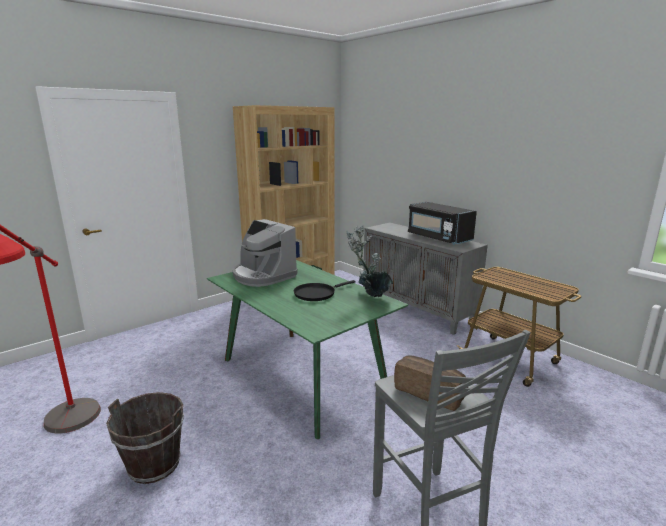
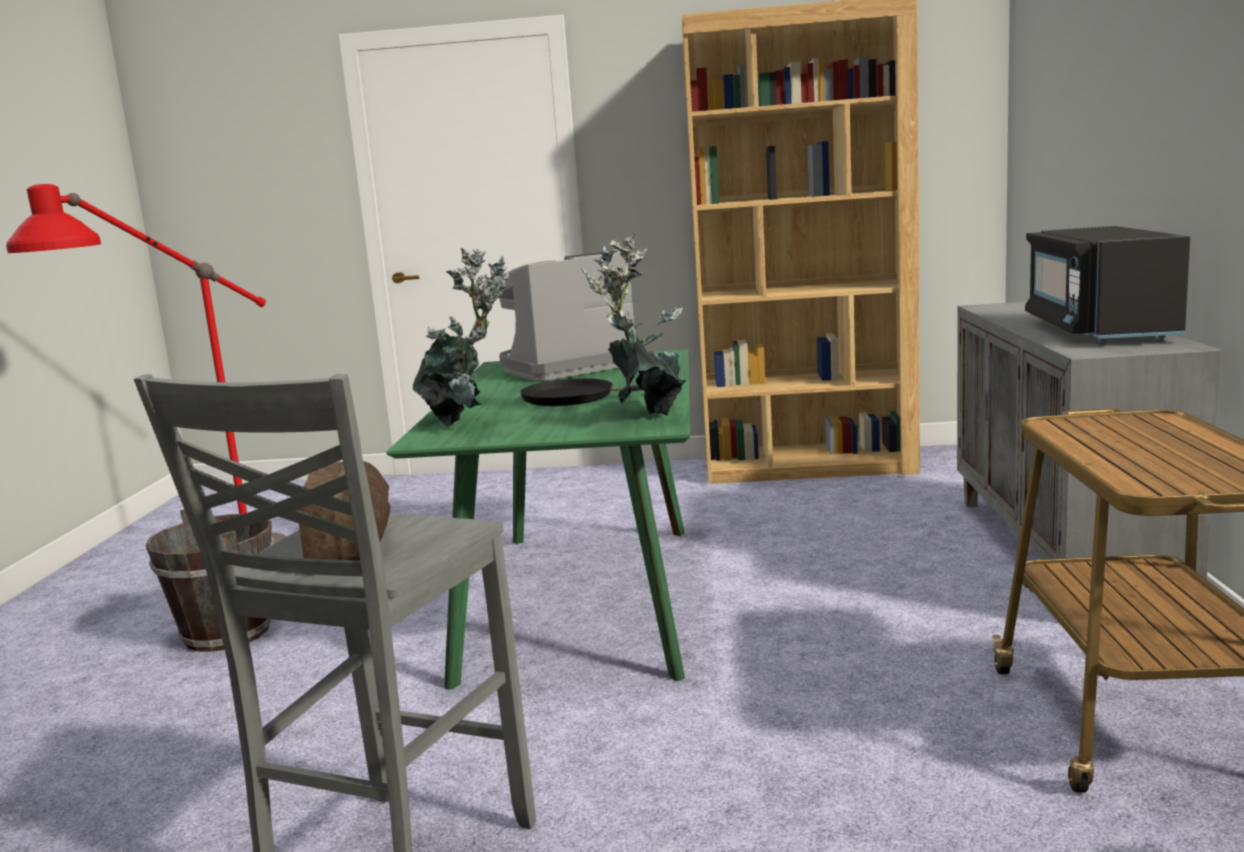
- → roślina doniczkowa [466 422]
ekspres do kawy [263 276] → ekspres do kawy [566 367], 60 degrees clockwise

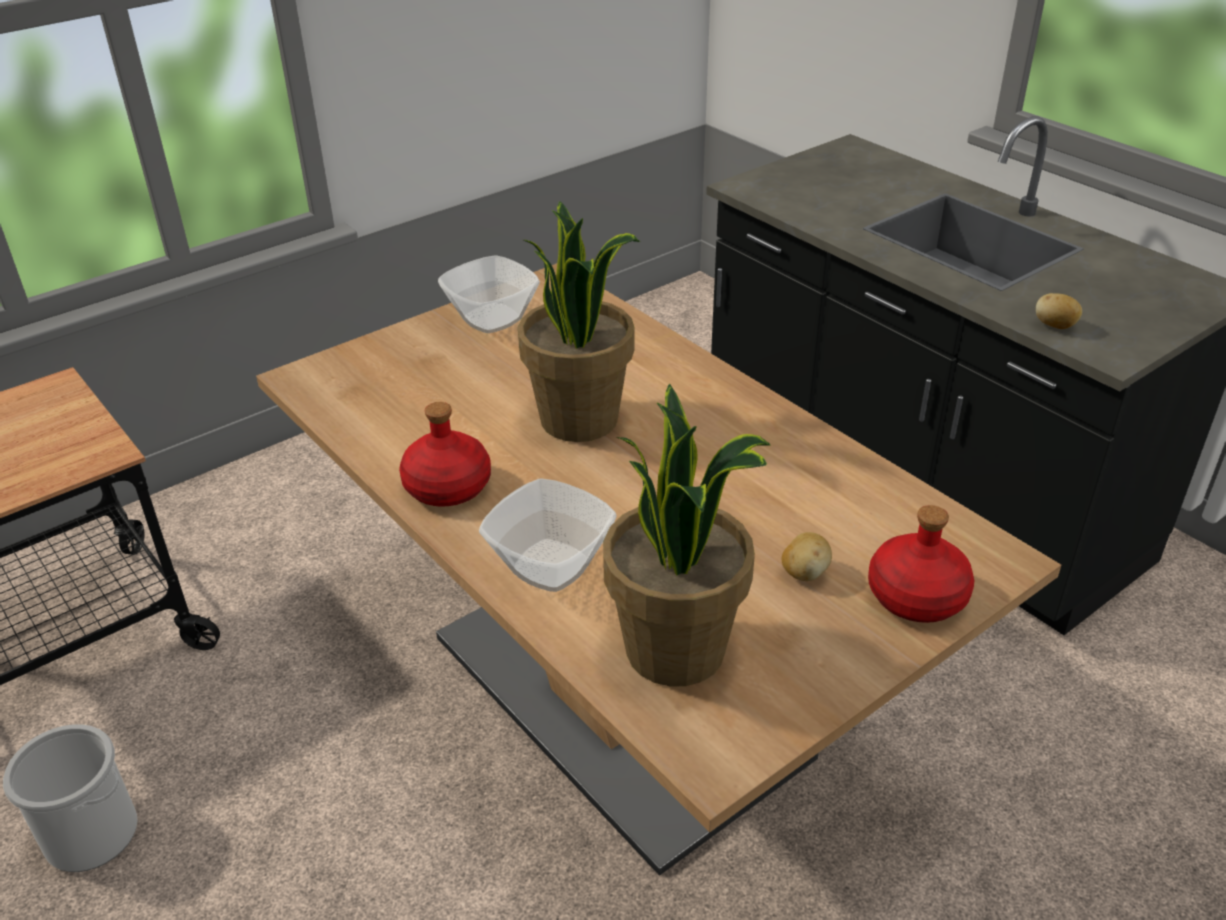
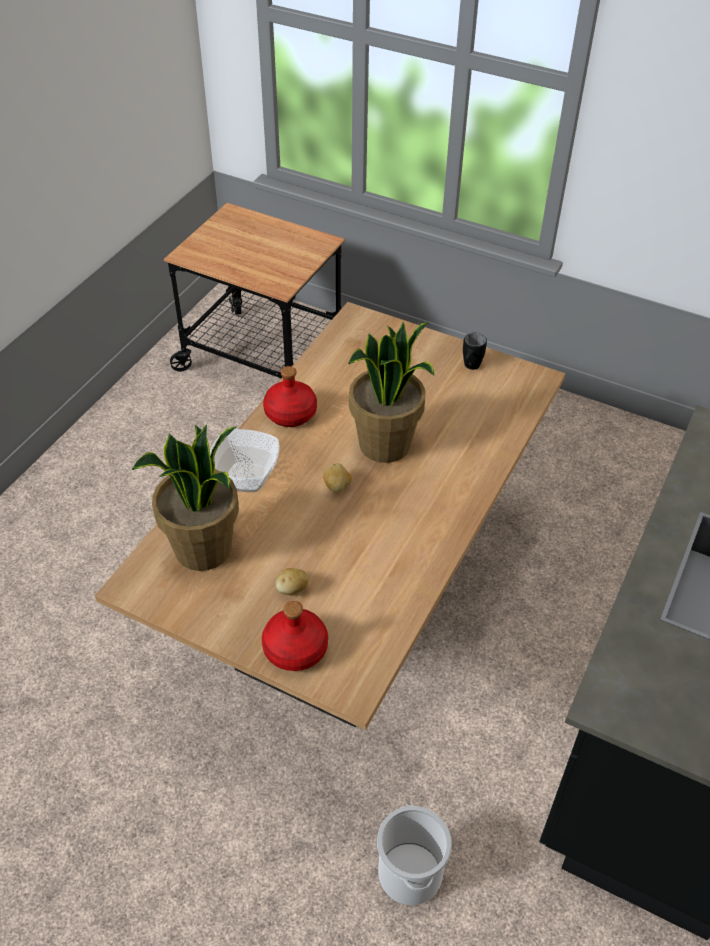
wiadro [92 834] → wiadro [410 874], relocated
ziemniak [1054 326] → ziemniak [337 486], relocated
miska [492 318] → kubek [czarny] [470 368]

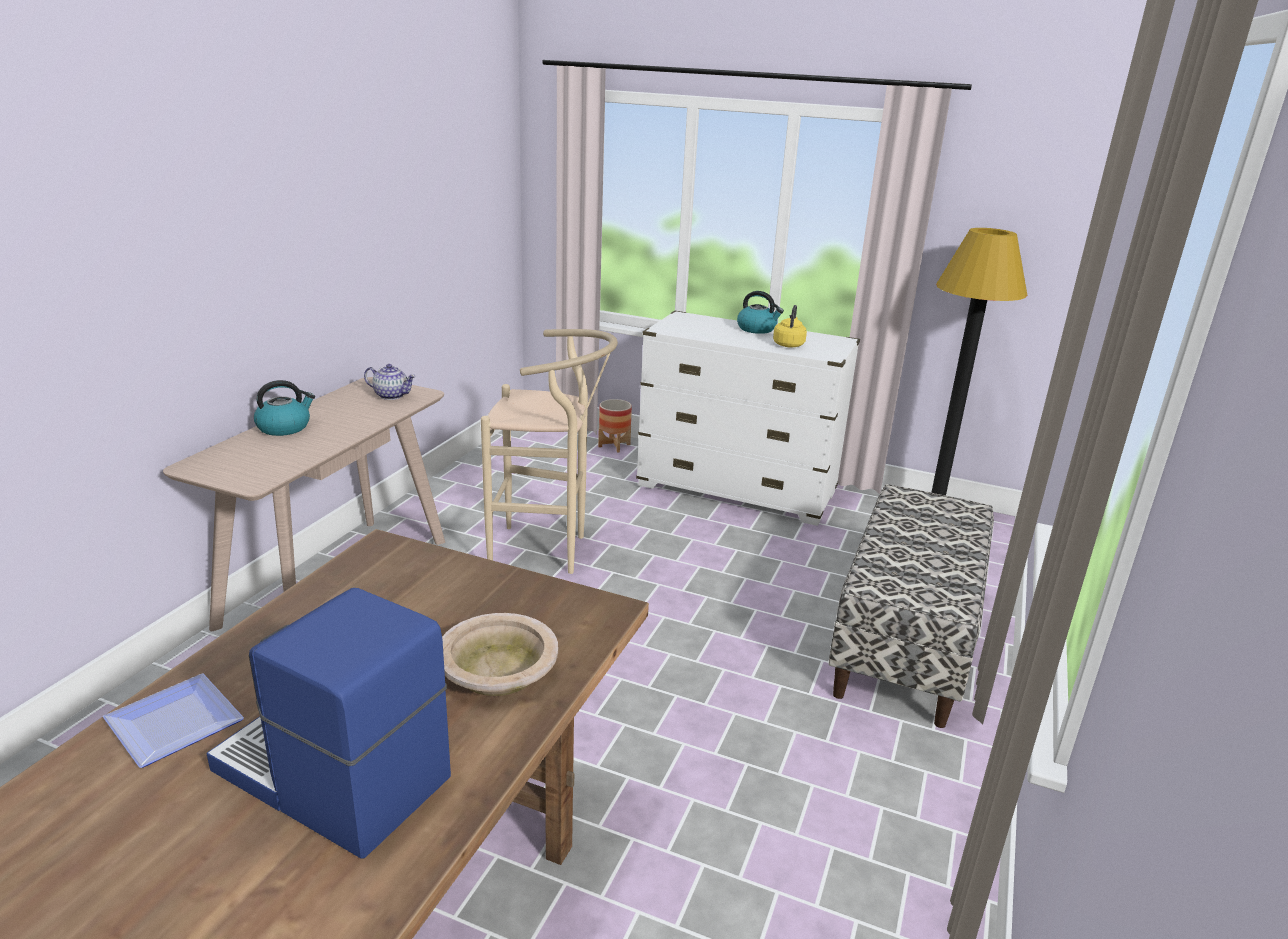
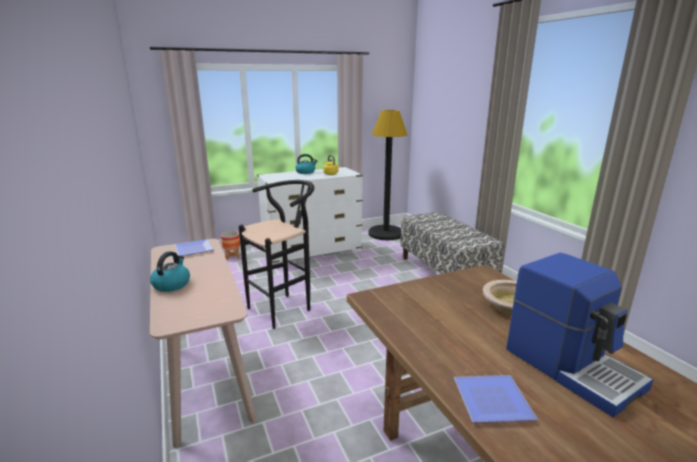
imbryk [392 395] → talerz [192 249]
stołek [beżowy] [548 552] → stołek [czarny] [285 308]
ekspres do kawy [331 777] → ekspres do kawy [572 367], 105 degrees counterclockwise

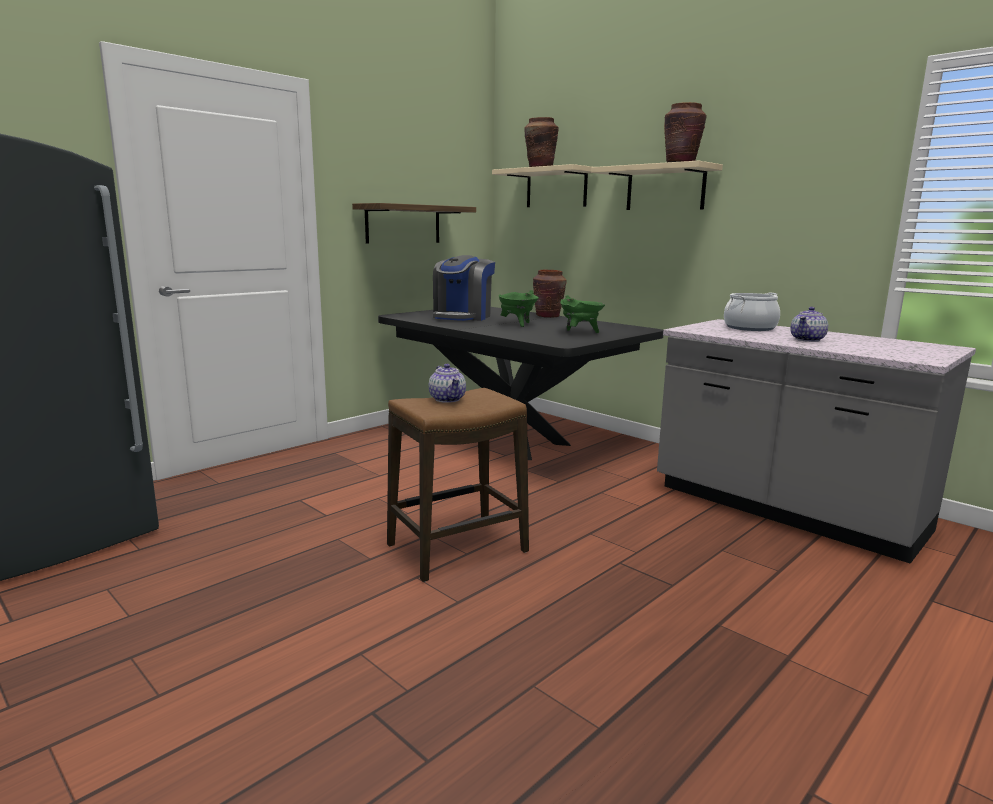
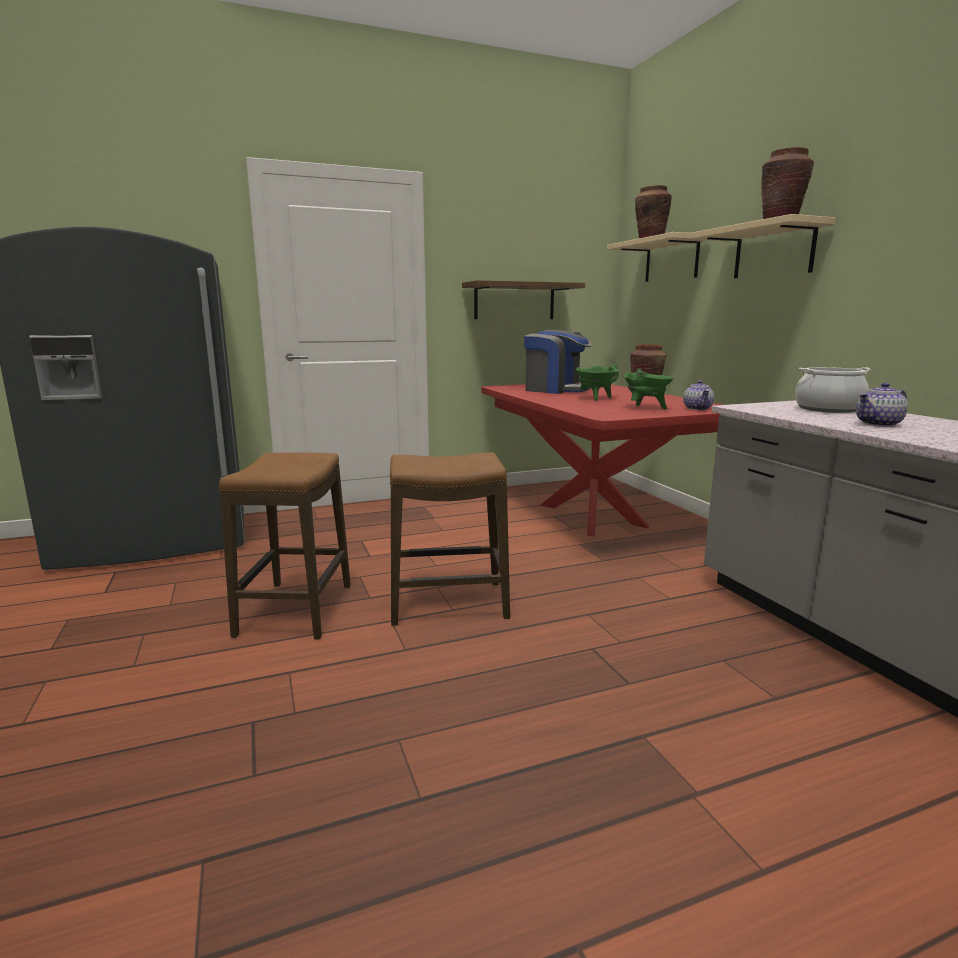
- → stołek [296 610]
imbryk [448 399] → imbryk [698 408], relocated
stół jadalny [czarny] [511 440] → stół jadalny [czerwony] [591 515]
ekspres do kawy [462 317] → ekspres do kawy [555 390], 105 degrees counterclockwise

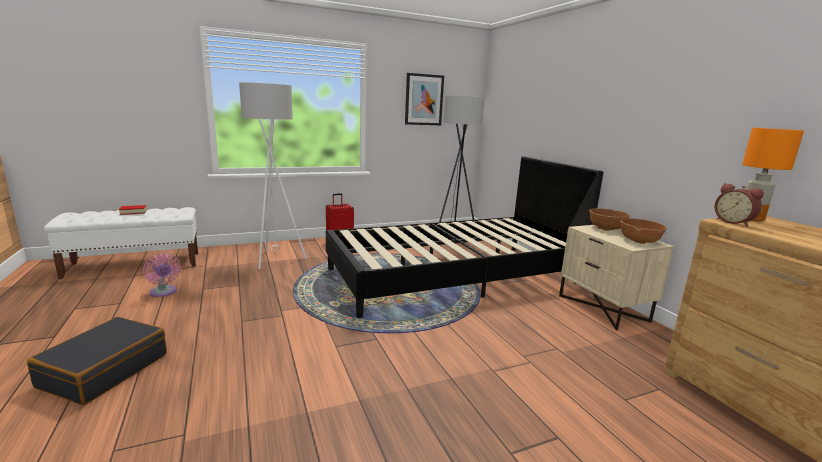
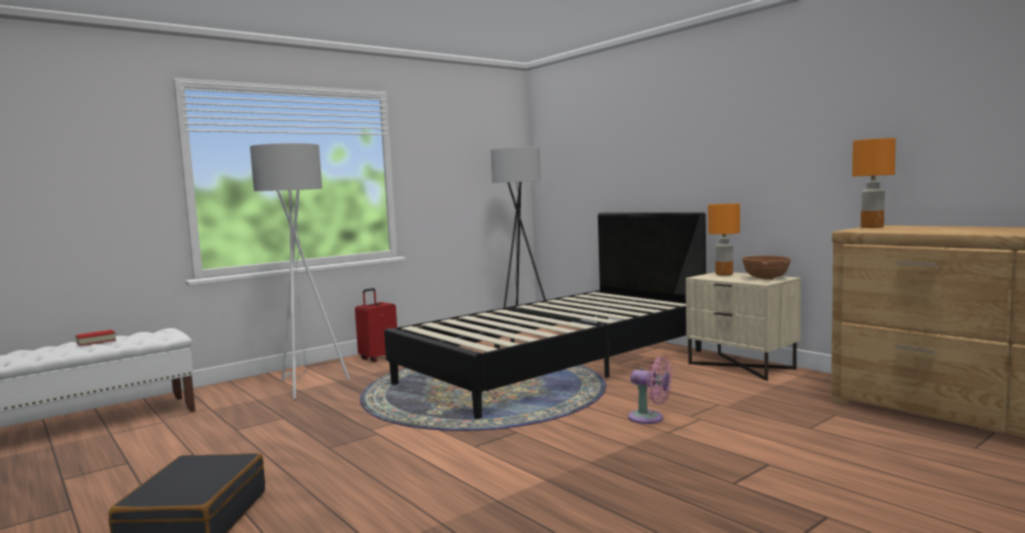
obraz [424 100] → -
budzik [734 222] → -
wentylator [różowy] [164 292] → wentylator [różowy] [649 418], relocated
miska [brązowy] [606 228] → lampa stołowa [pomarańczowy] [724 274]

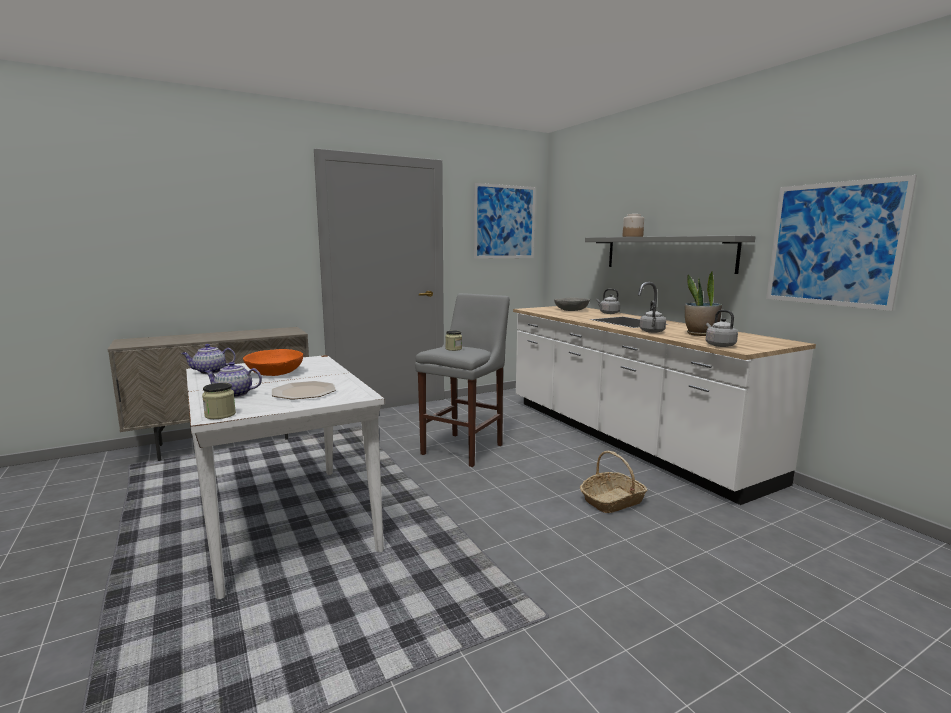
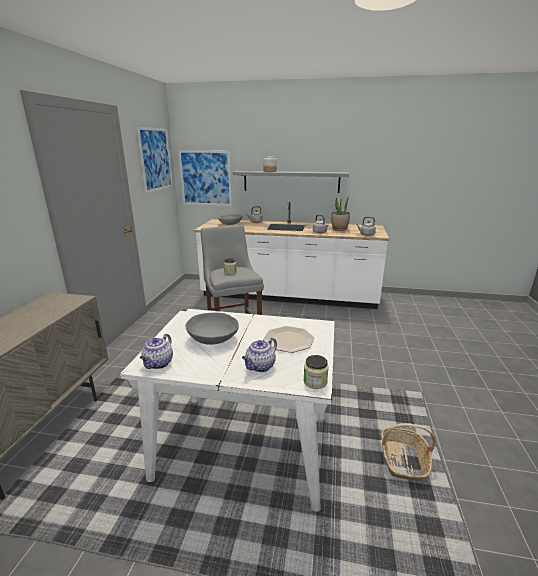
koszyk [612 501] → koszyk [403 460], relocated
obraz [833 244] → obraz [205 178], relocated
miska [pomarańczowy] [275 373] → miska [szary] [213 338]

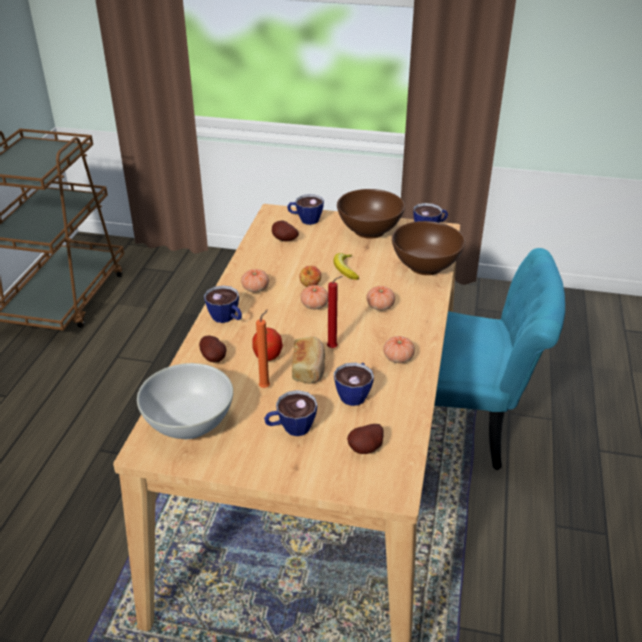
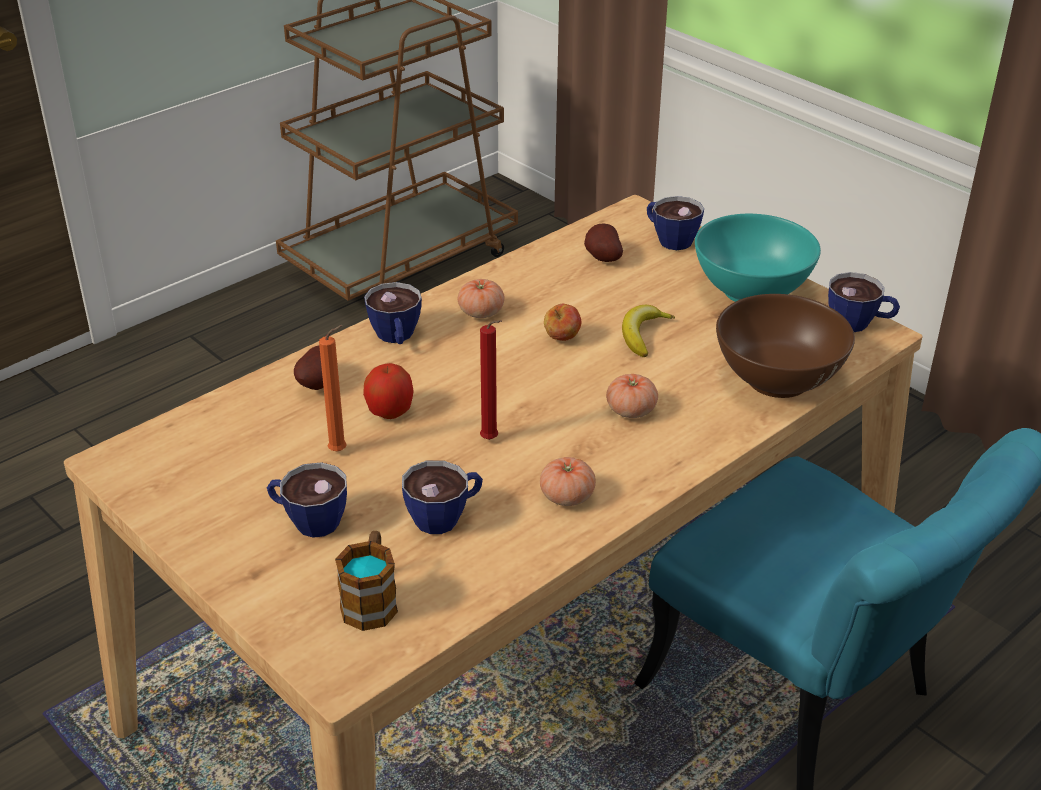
miska [biały] [189 424] → -
chleb [309 368] → -
pomidor [314 305] → -
ziemniak [367 449] → kubek [371 599]
miska [brązowy] [369 231] → miska [turkusowy] [750 291]

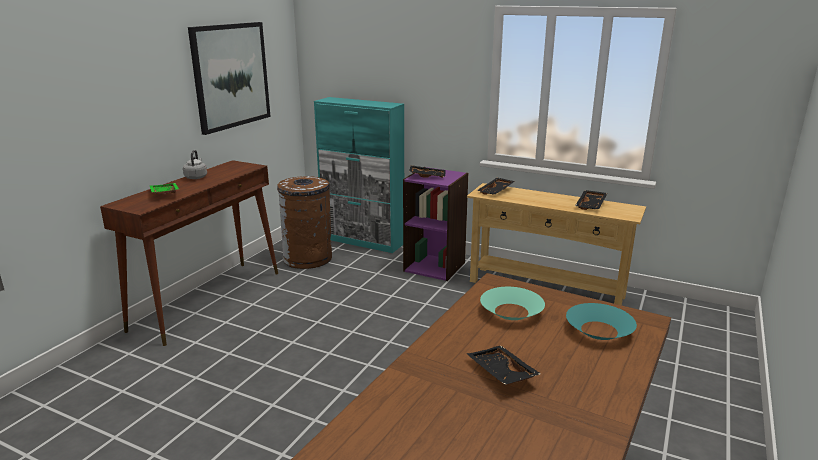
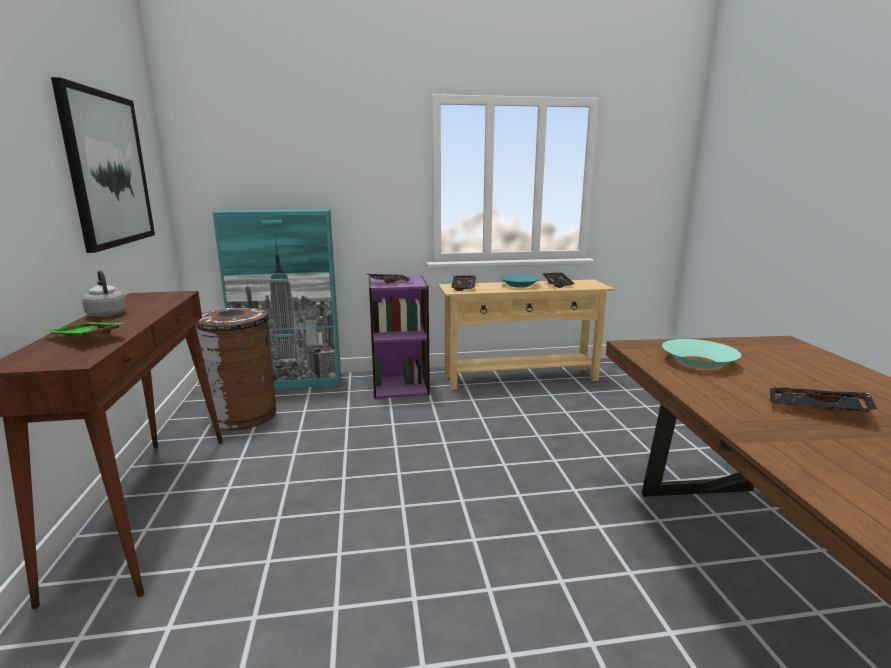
miska [turkusowy] [599 330] → miska [turkusowy] [519 285], relocated

